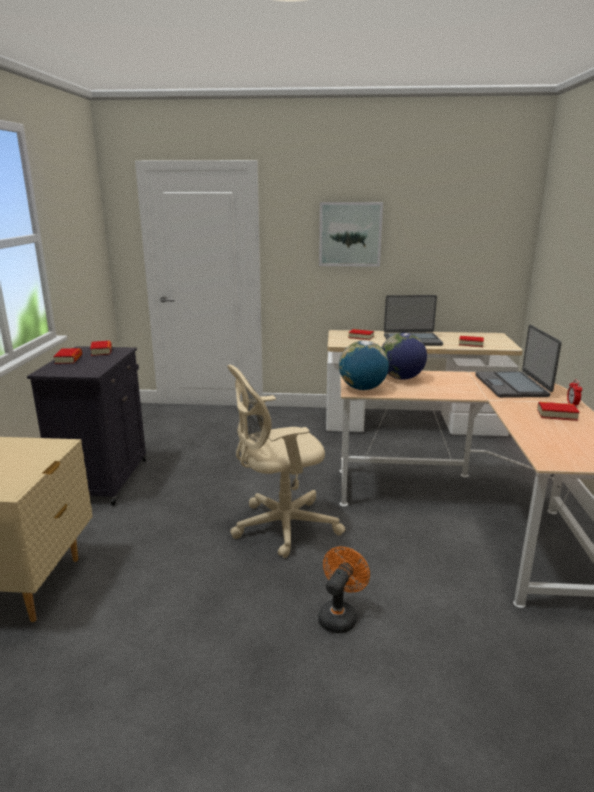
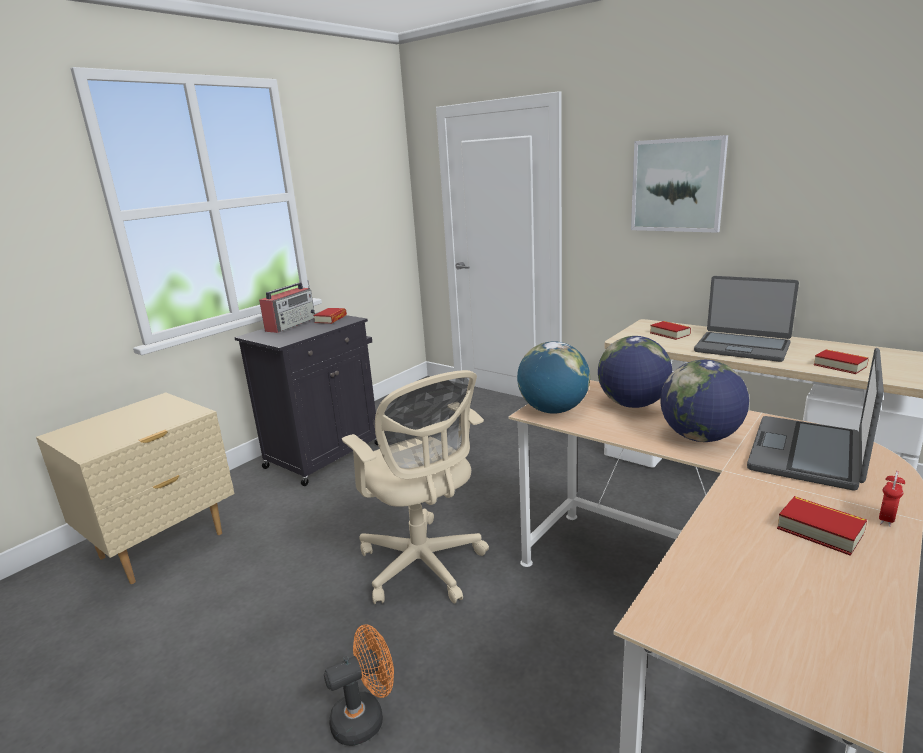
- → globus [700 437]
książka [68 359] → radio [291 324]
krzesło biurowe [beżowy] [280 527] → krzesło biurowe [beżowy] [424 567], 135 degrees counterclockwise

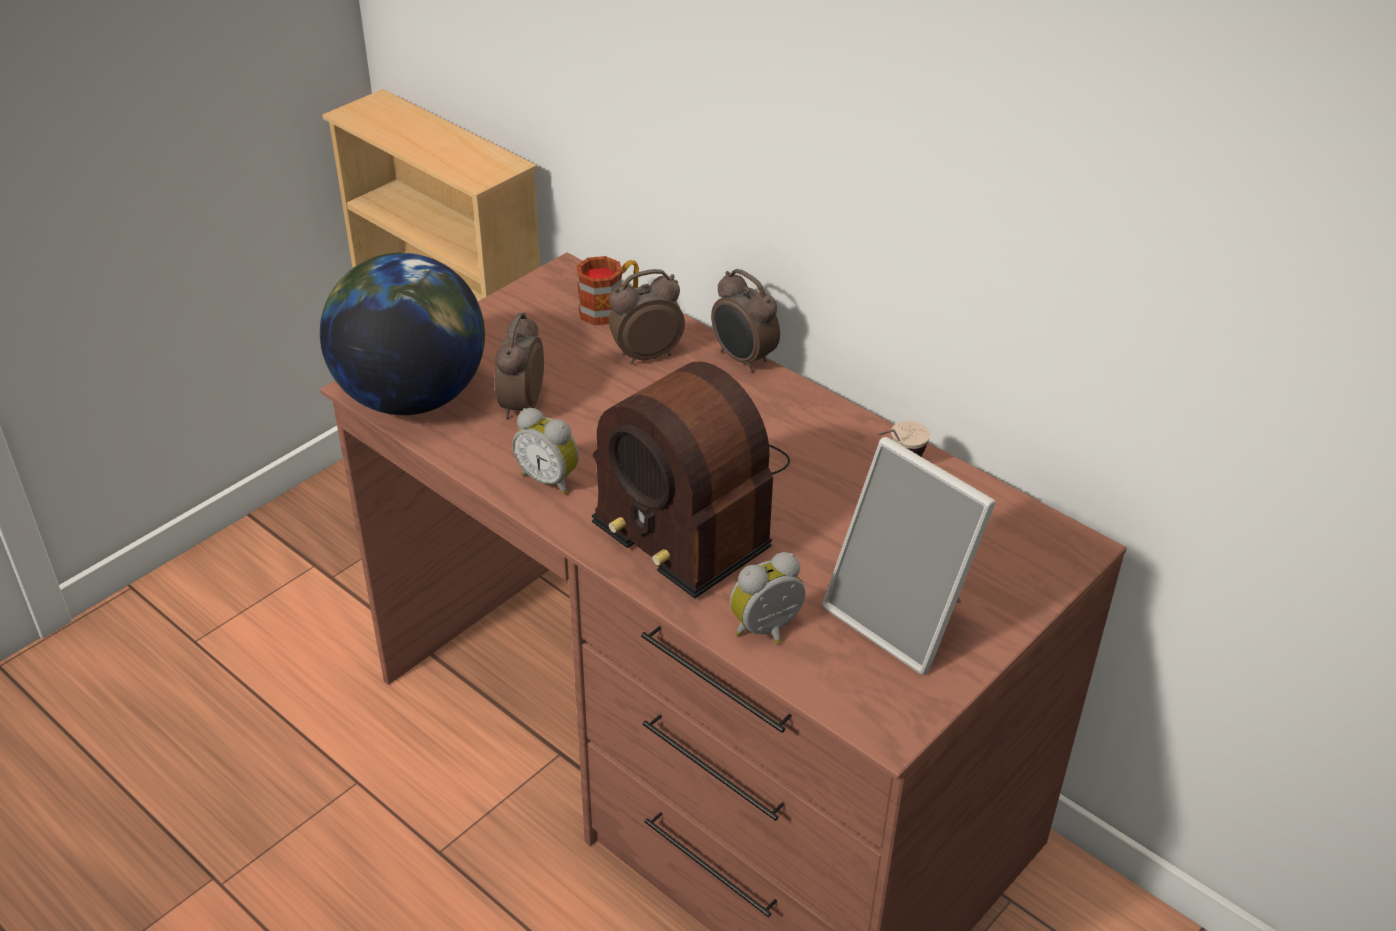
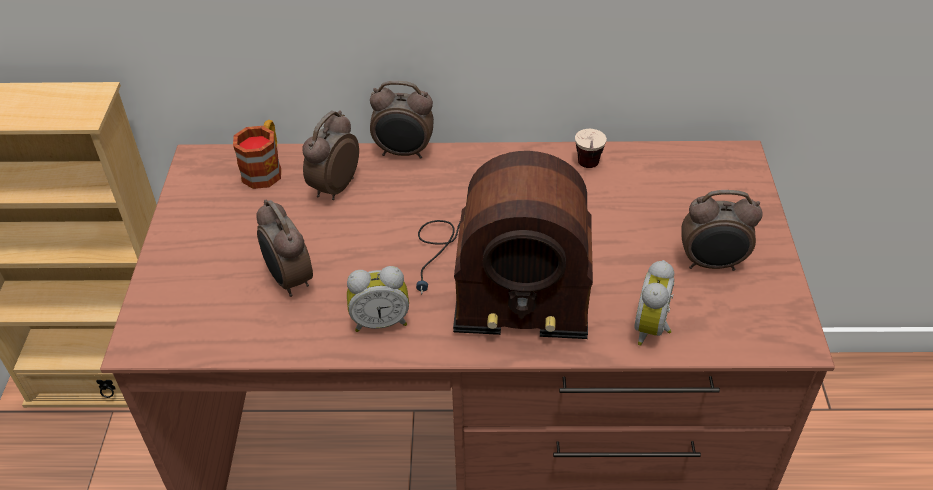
globus [411 397] → -
ramka na zdjęcie [902 618] → budzik [712 264]

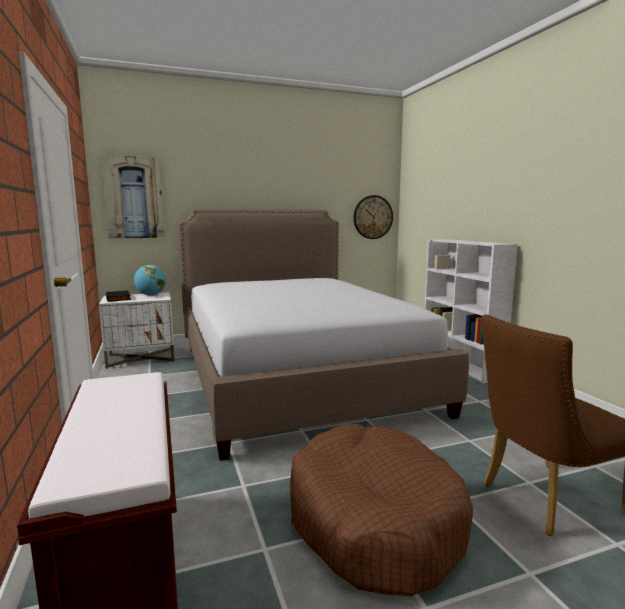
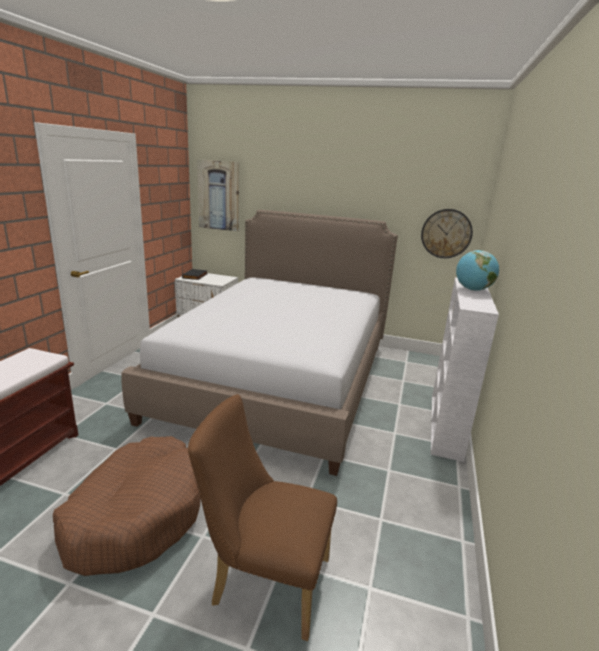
globus [151 295] → globus [473 290], relocated

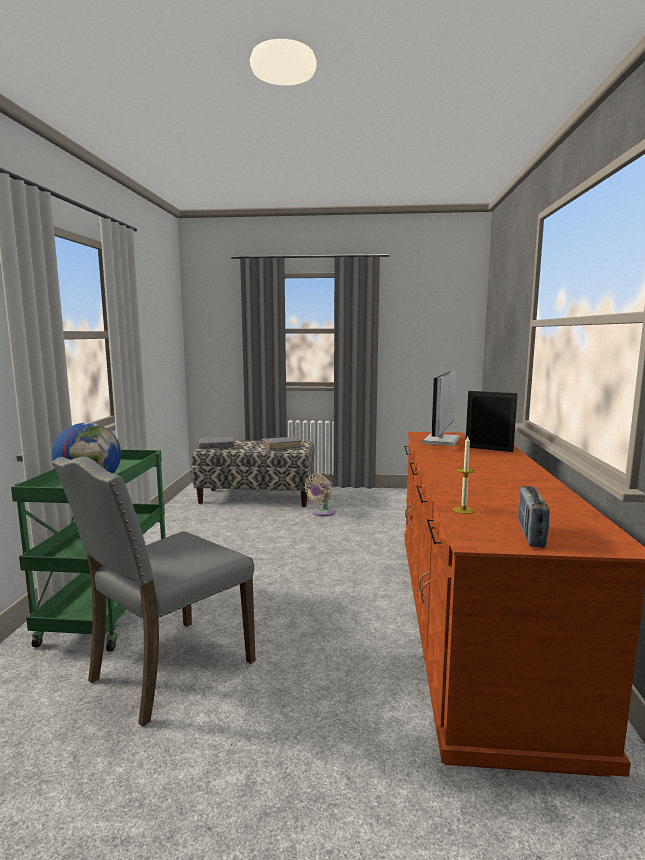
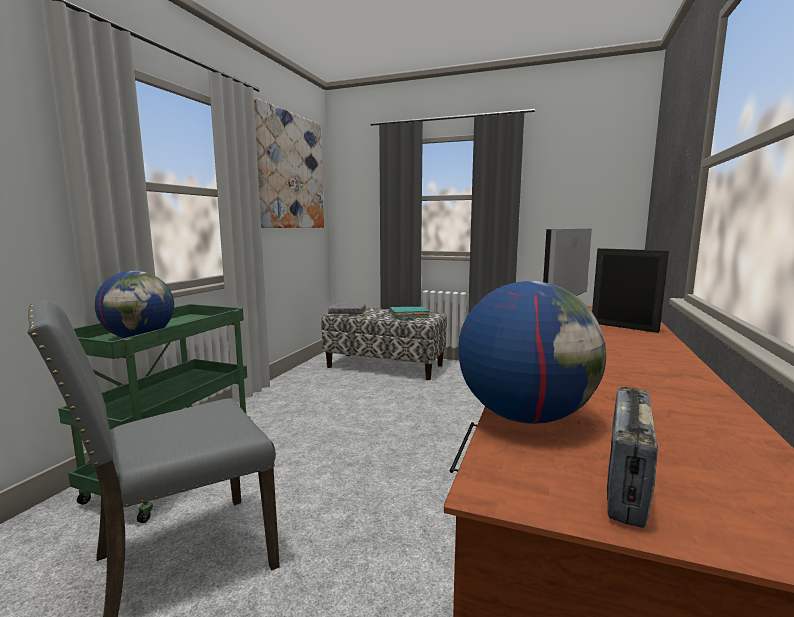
wentylator [beżowy] [322 513] → -
- → obraz [291 172]
świeca [463 510] → globus [524 416]
książka [szary] [281 447] → książka [turkusowy] [409 316]

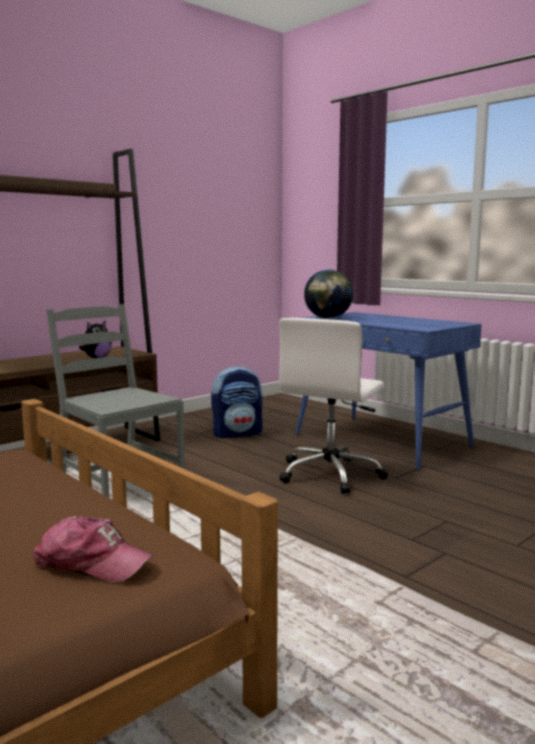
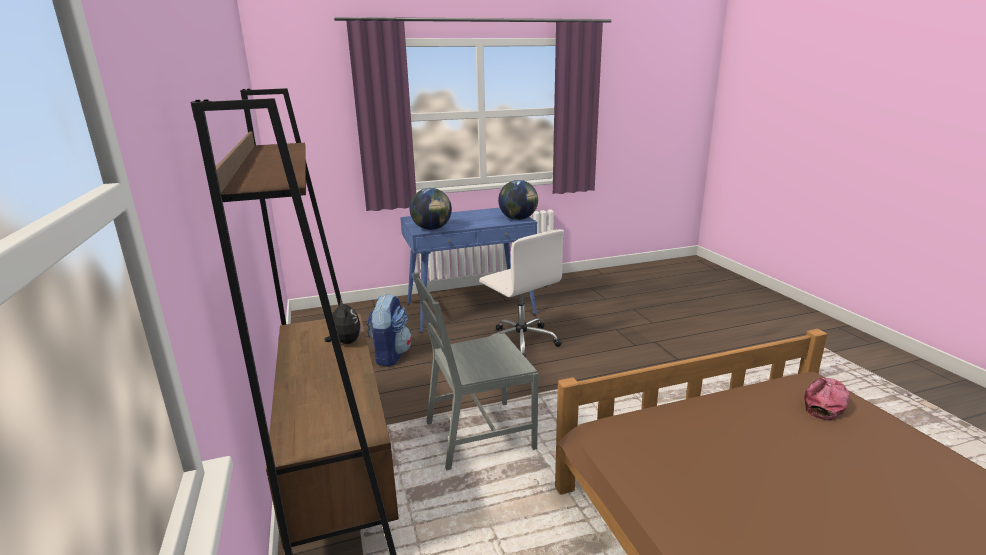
- → globus [518 219]

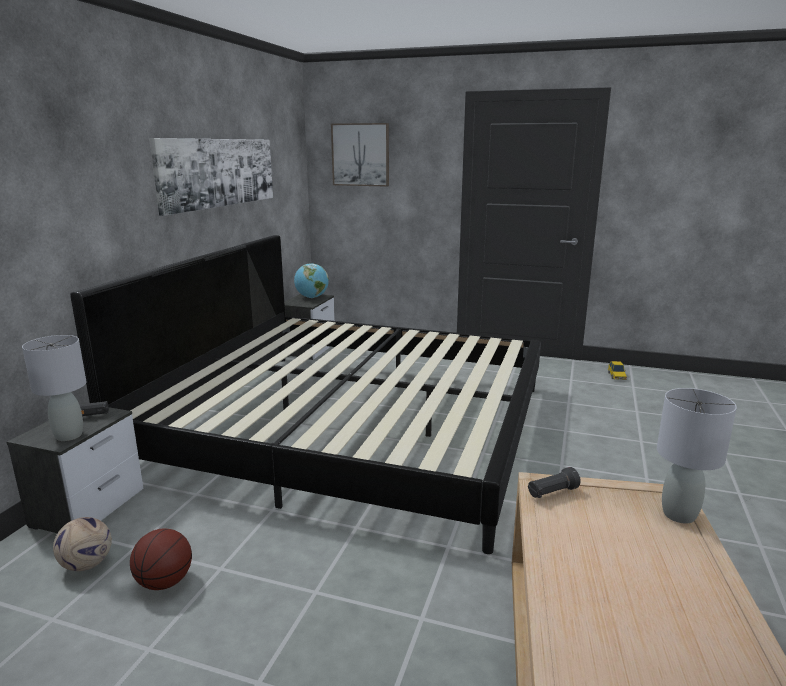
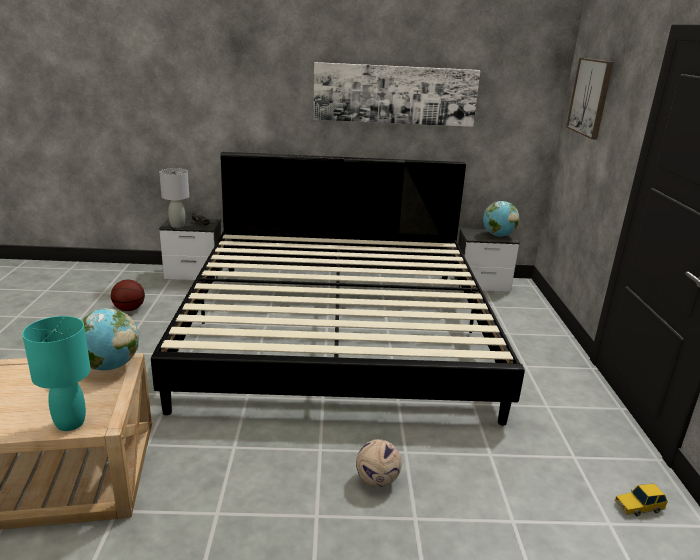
piłka futbolowa [87 565] → piłka futbolowa [376 480], relocated
latarka [czarny] [552 492] → globus [109 366]
lampa stołowa [szary] [678 514] → lampa stołowa [turkusowy] [71 423]

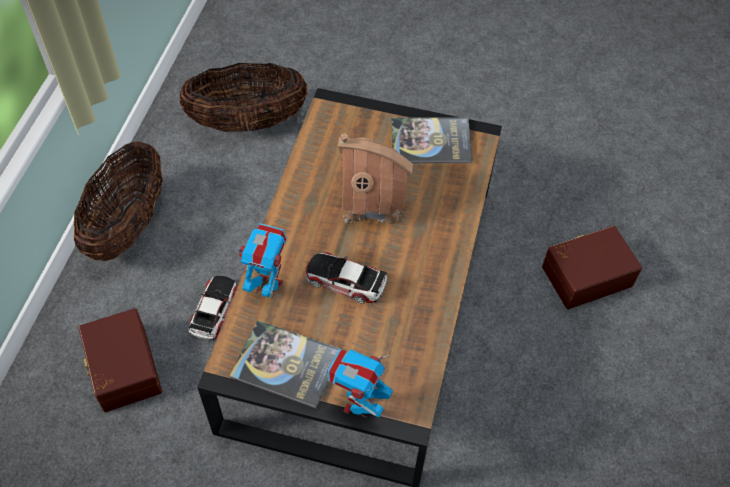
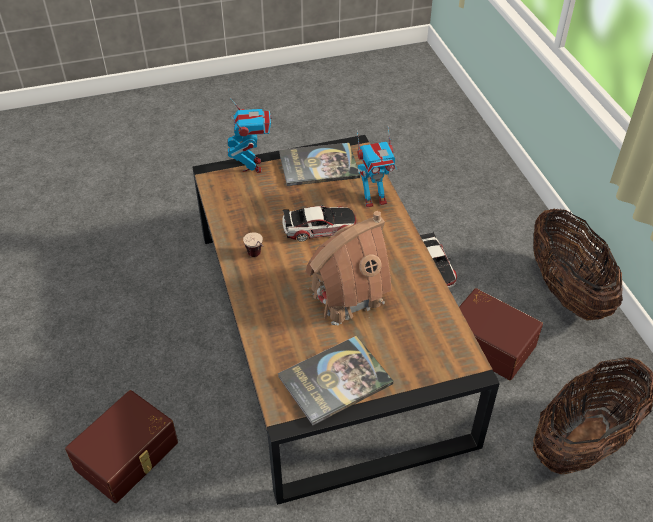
- → filiżanka [257 257]
pojemnik do przechowywania [brązowy] [122 368] → pojemnik do przechowywania [brązowy] [490 342], relocated

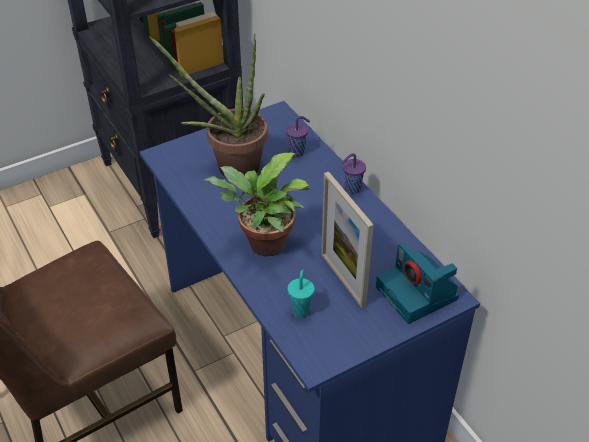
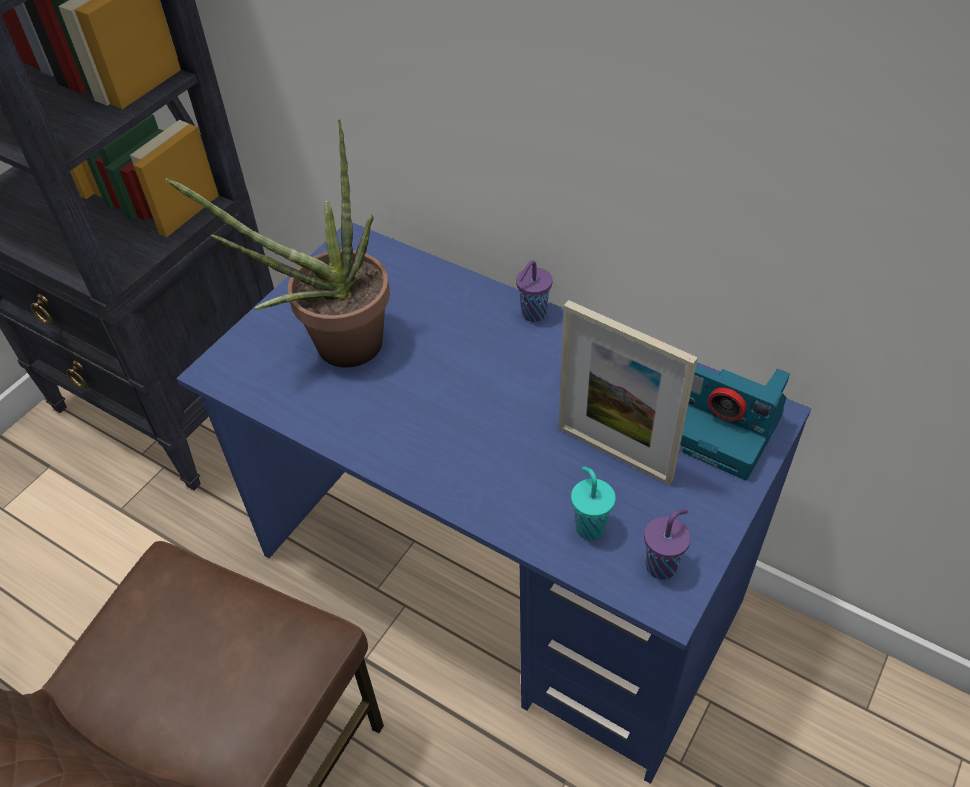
roślina doniczkowa [263 246] → -
filiżanka [fioletowy] [298 152] → filiżanka [fioletowy] [662 565], relocated

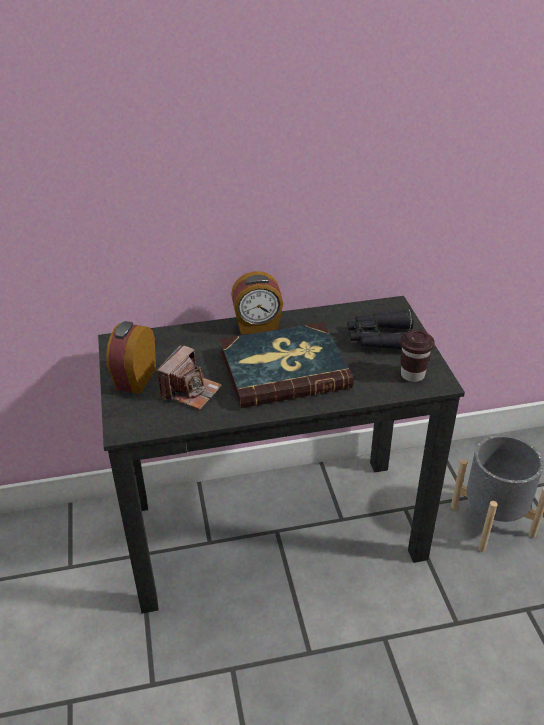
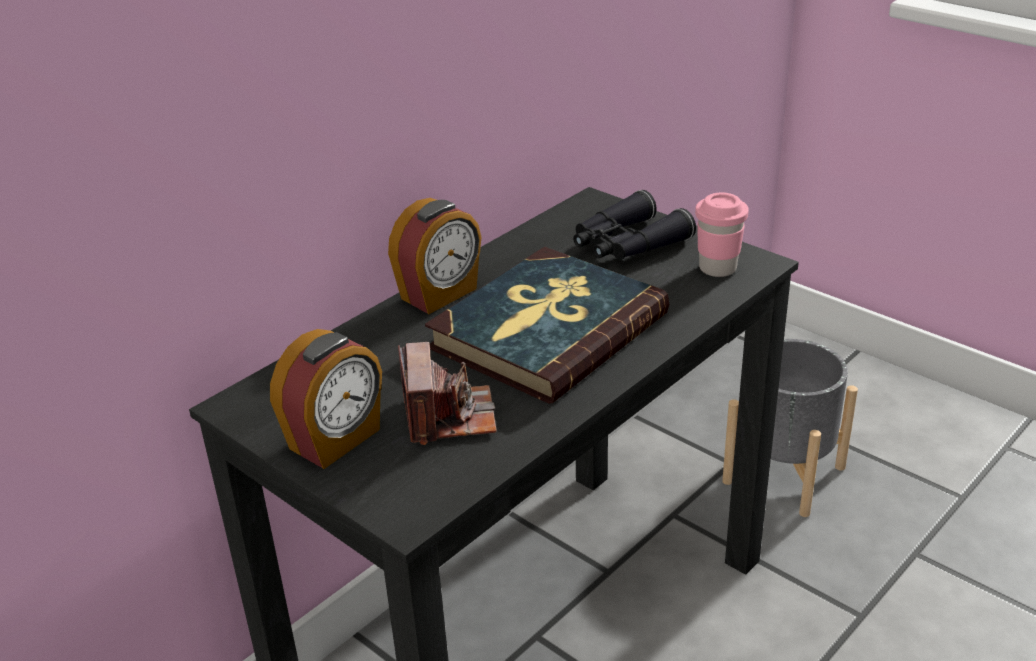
filiżanka [brązowy] [412 375] → filiżanka [różowy] [717 268]
budzik [135 379] → budzik [336 440], 120 degrees counterclockwise

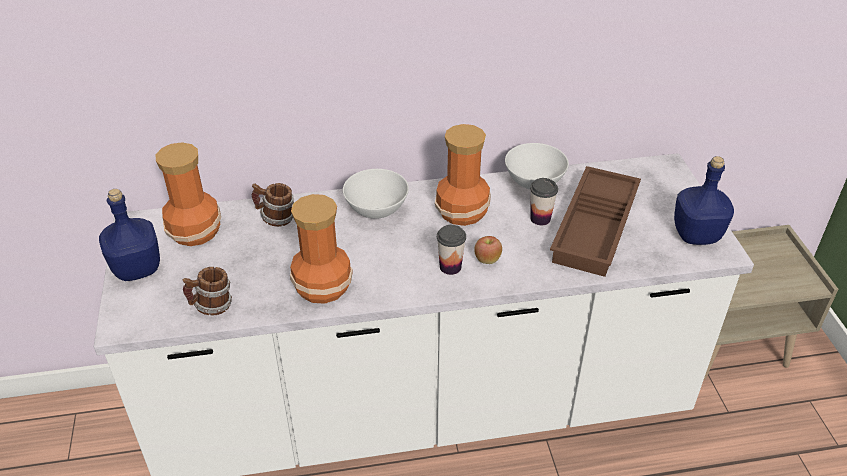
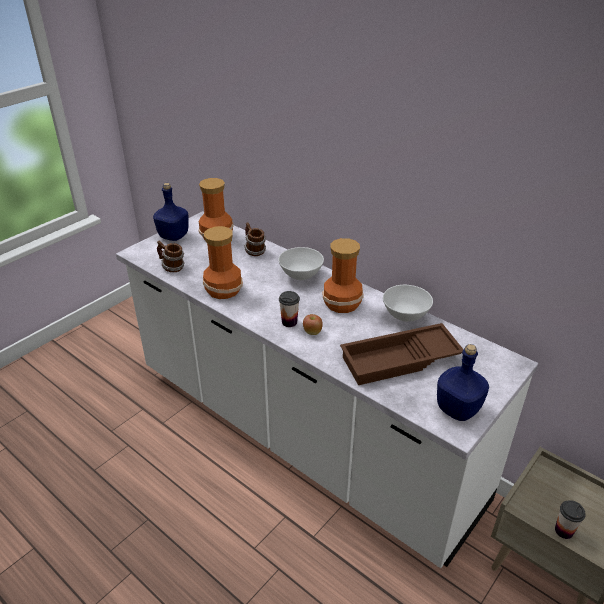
filiżanka [540 218] → filiżanka [563 531], relocated

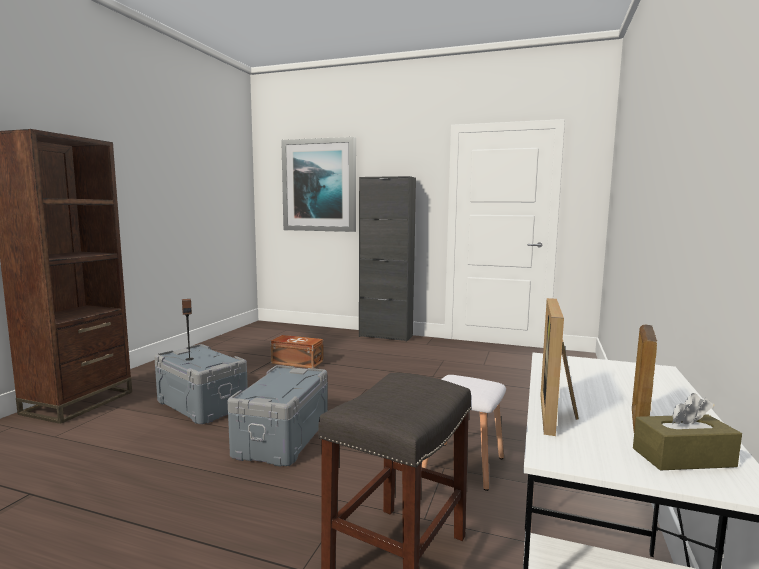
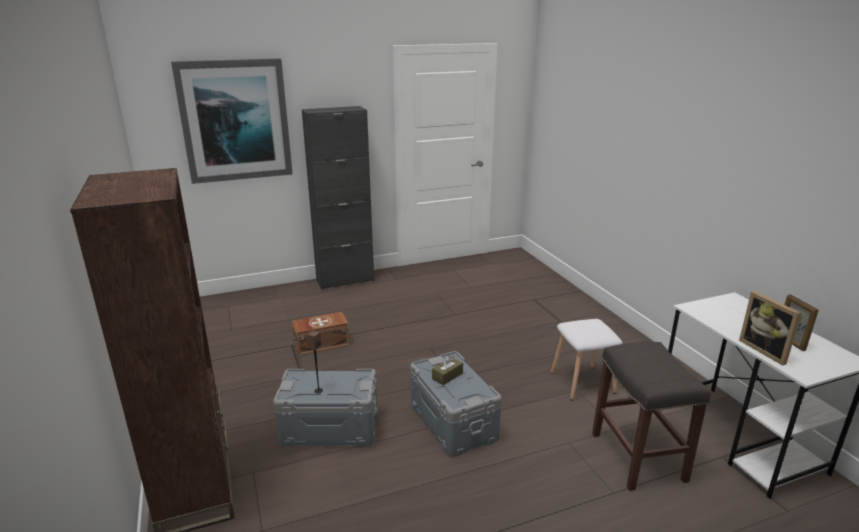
pudełko chusteczek [brązowy] [683 457] → pudełko chusteczek [brązowy] [447 376], relocated

